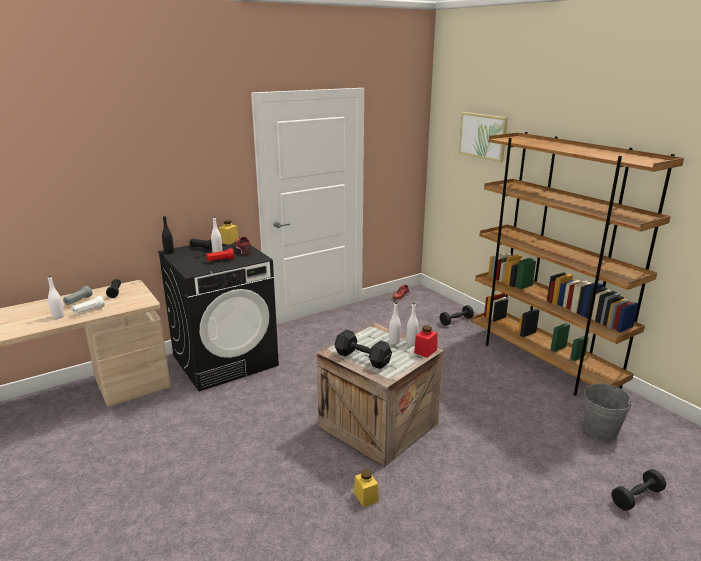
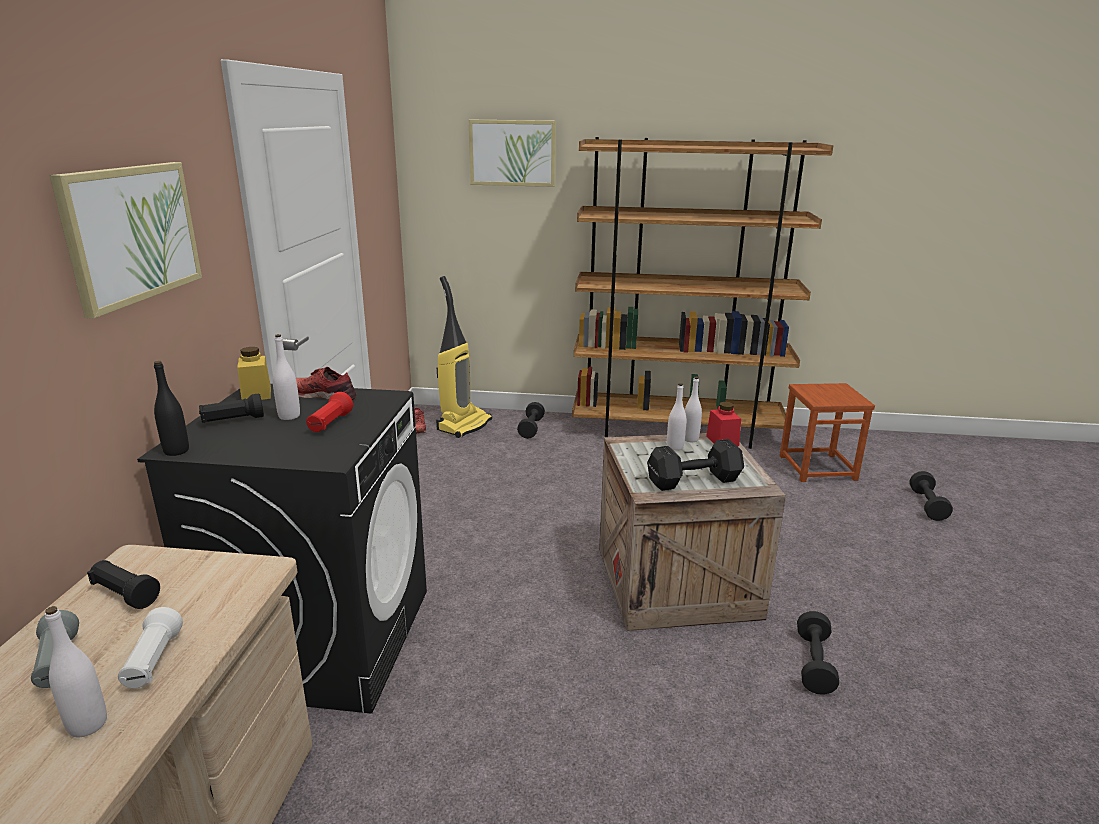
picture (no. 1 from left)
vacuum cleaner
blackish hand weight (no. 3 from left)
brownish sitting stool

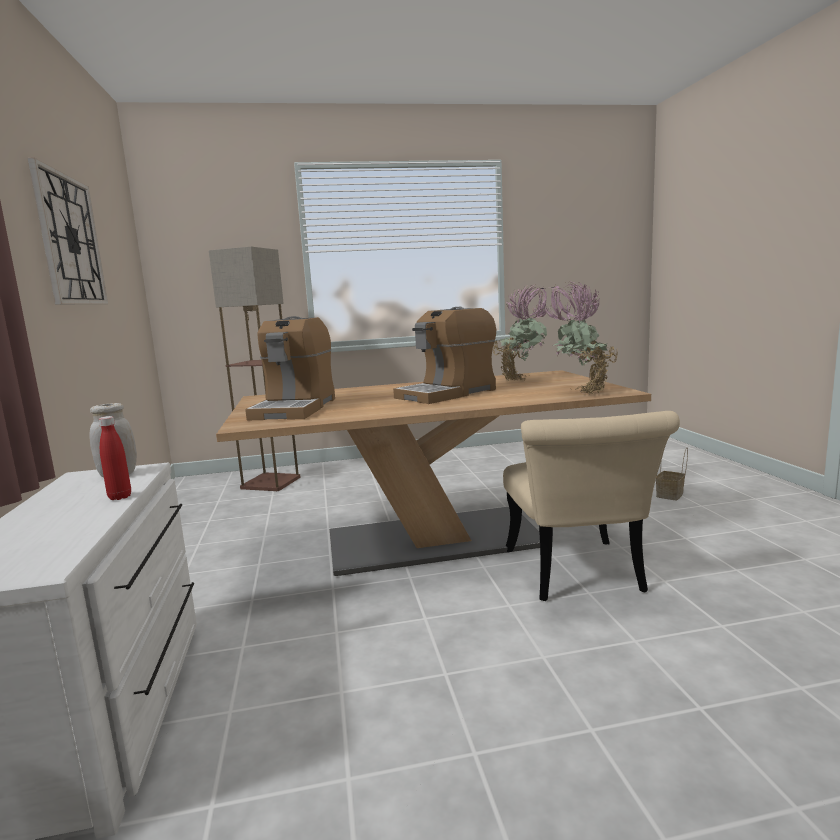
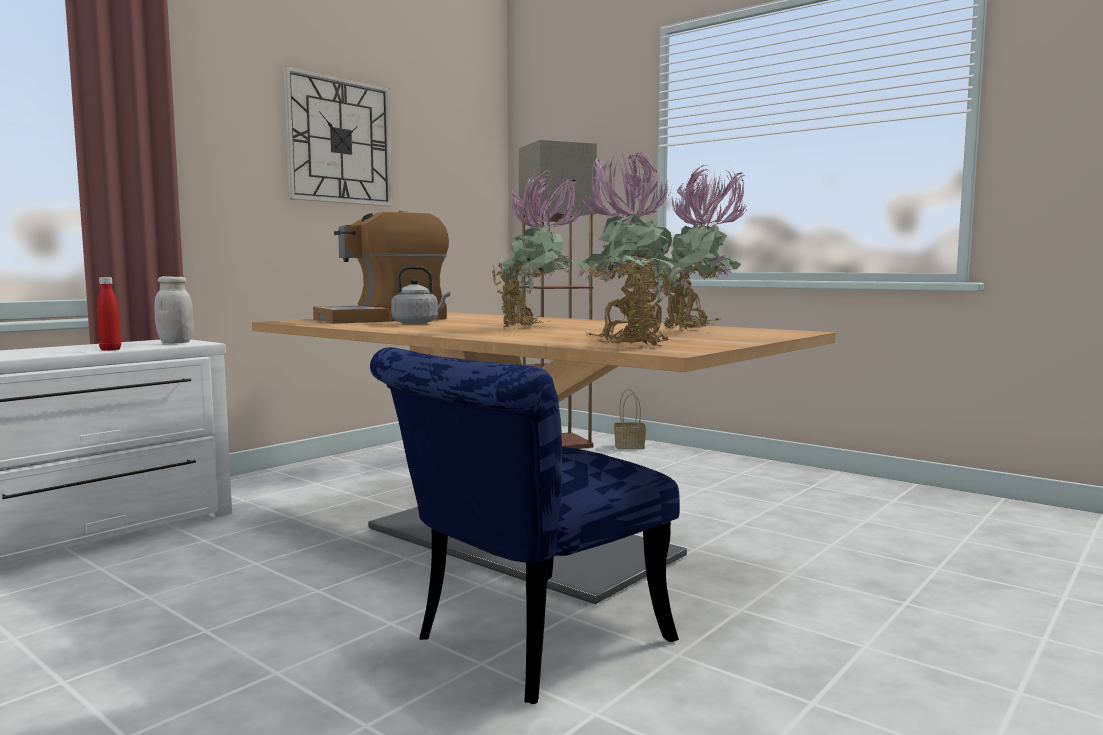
gray water kettle
storage basket
potted plant (no. 1 from left)
blue plain chair

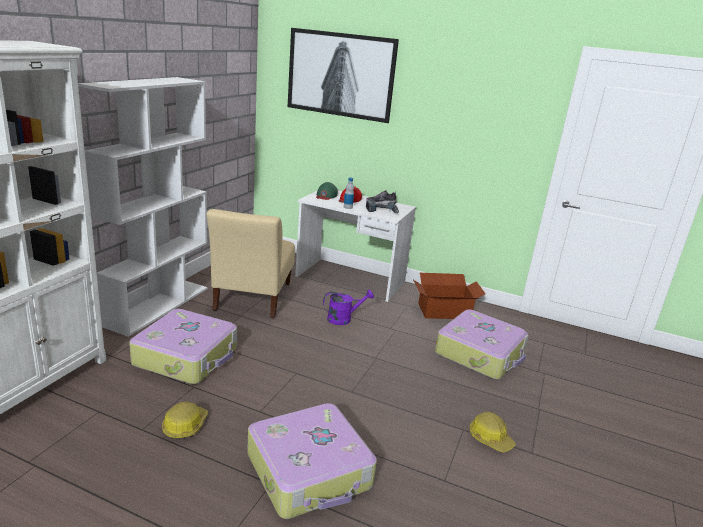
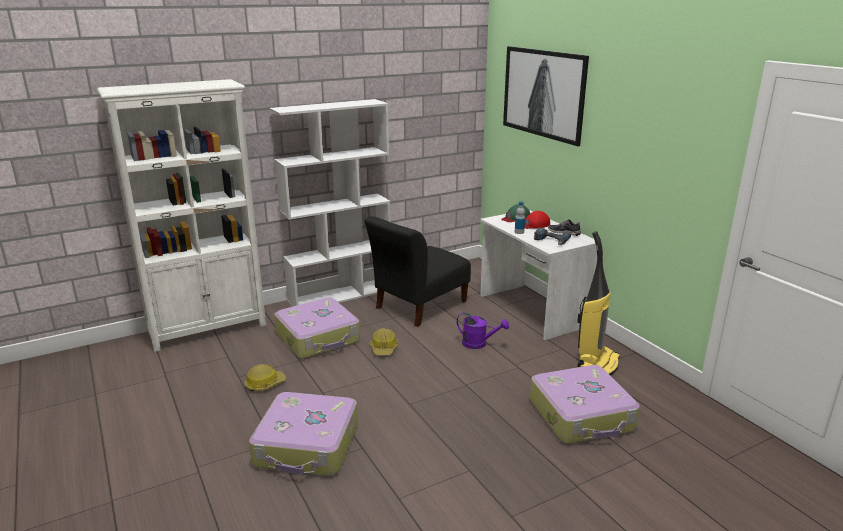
work helmet (no. 2 from left)
vacuum cleaner
blackish plain chair

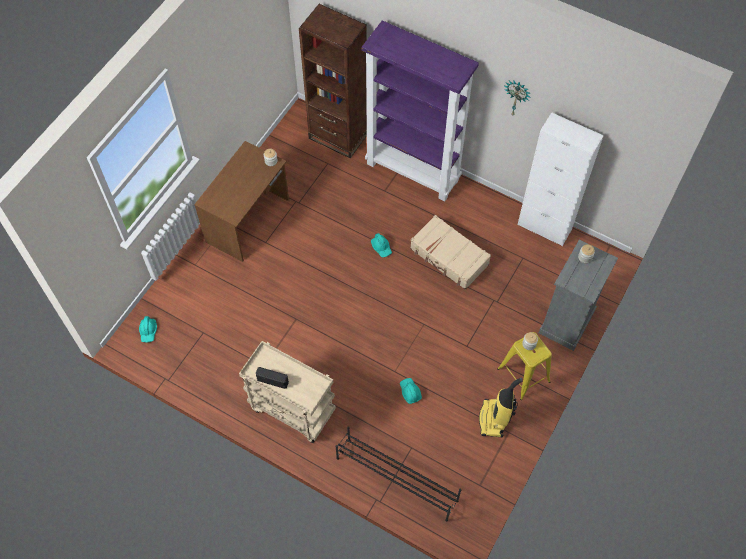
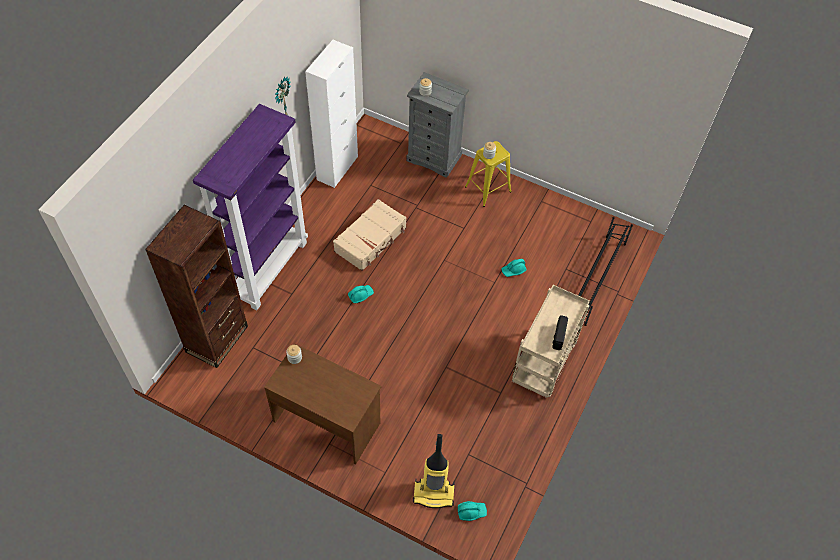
vacuum cleaner

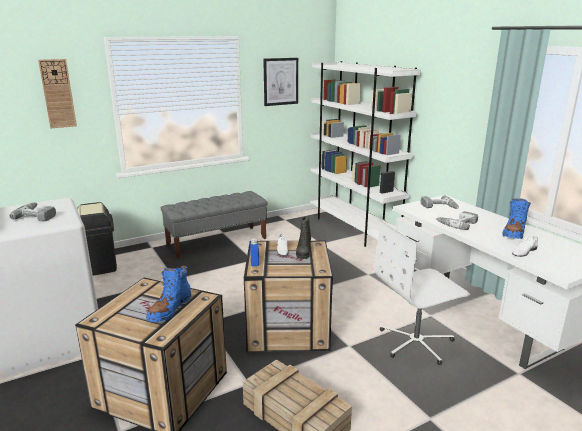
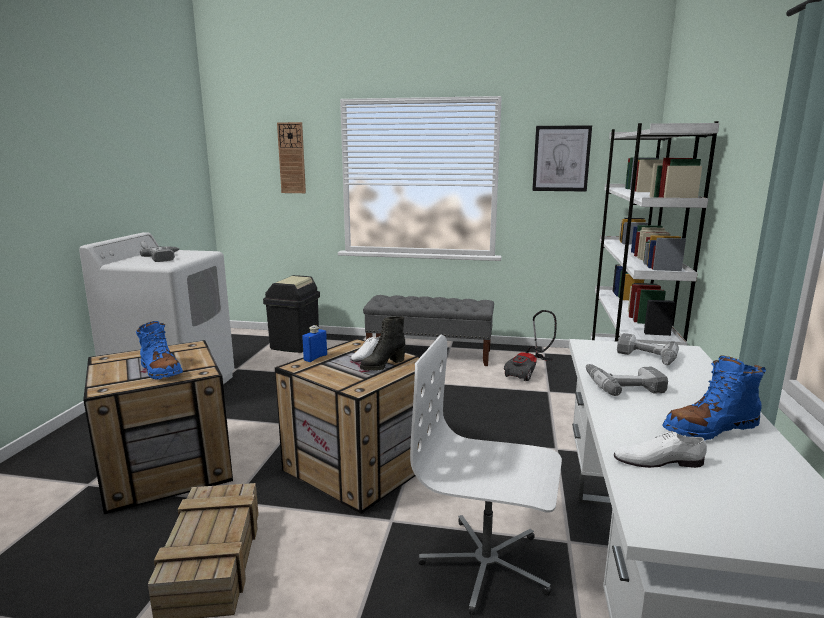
vacuum cleaner
blue high-top boot (no. 1 from left)

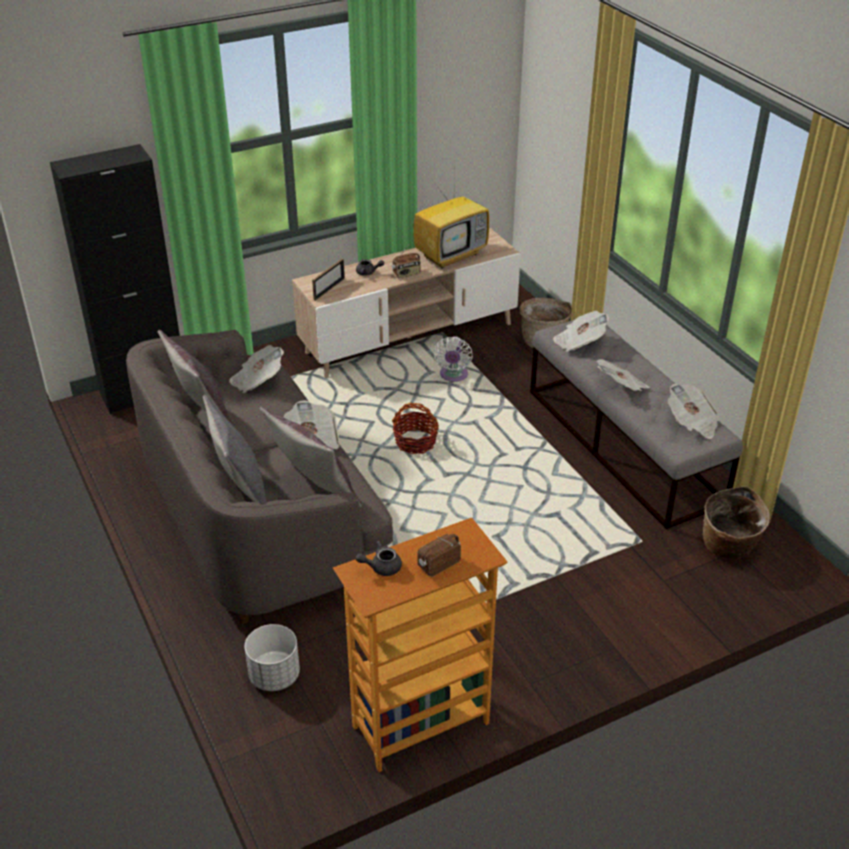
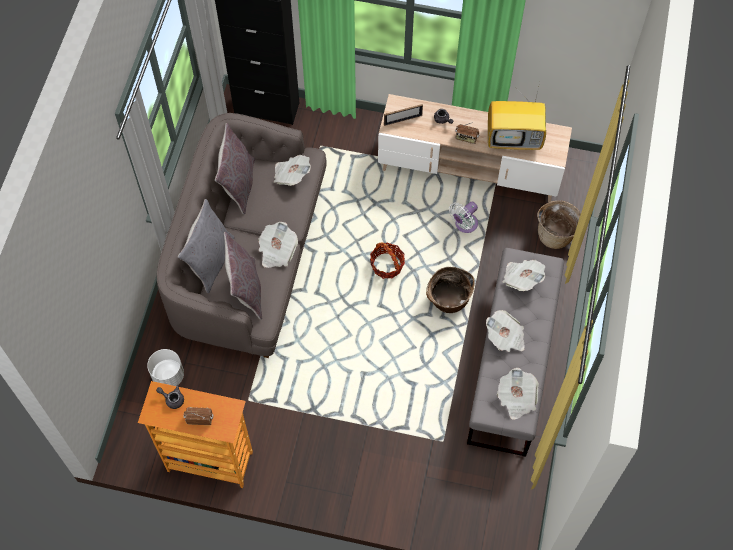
storage basket (no. 2 from left)

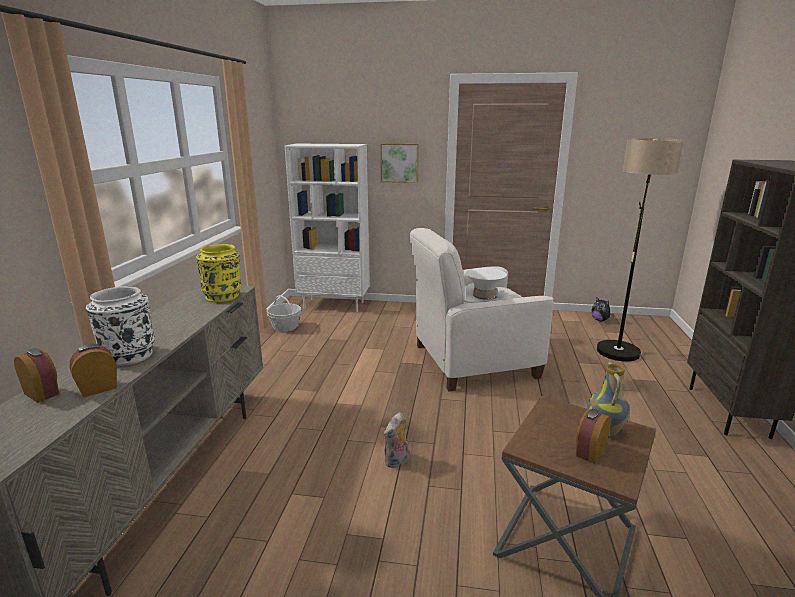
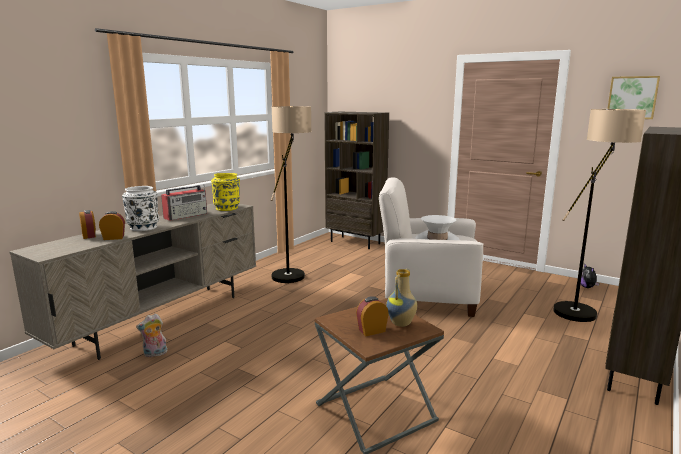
storage basket
radio
standard lamp (no. 1 from left)
picture
plush toy (no. 1 from left)
brownish shelving unit (no. 1 from left)

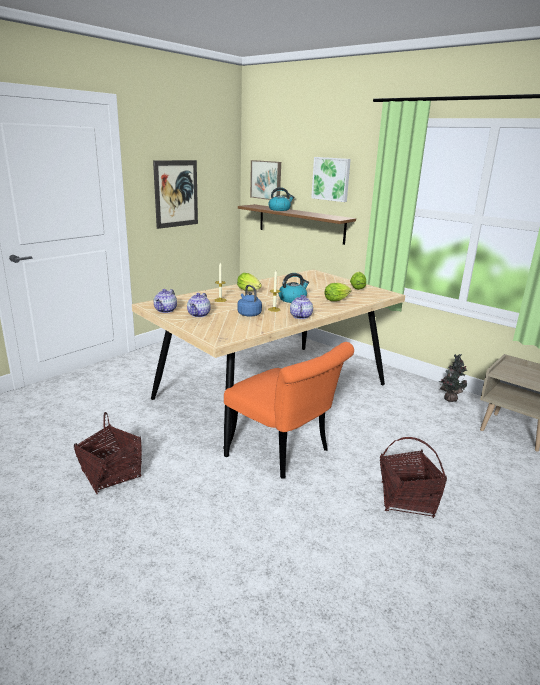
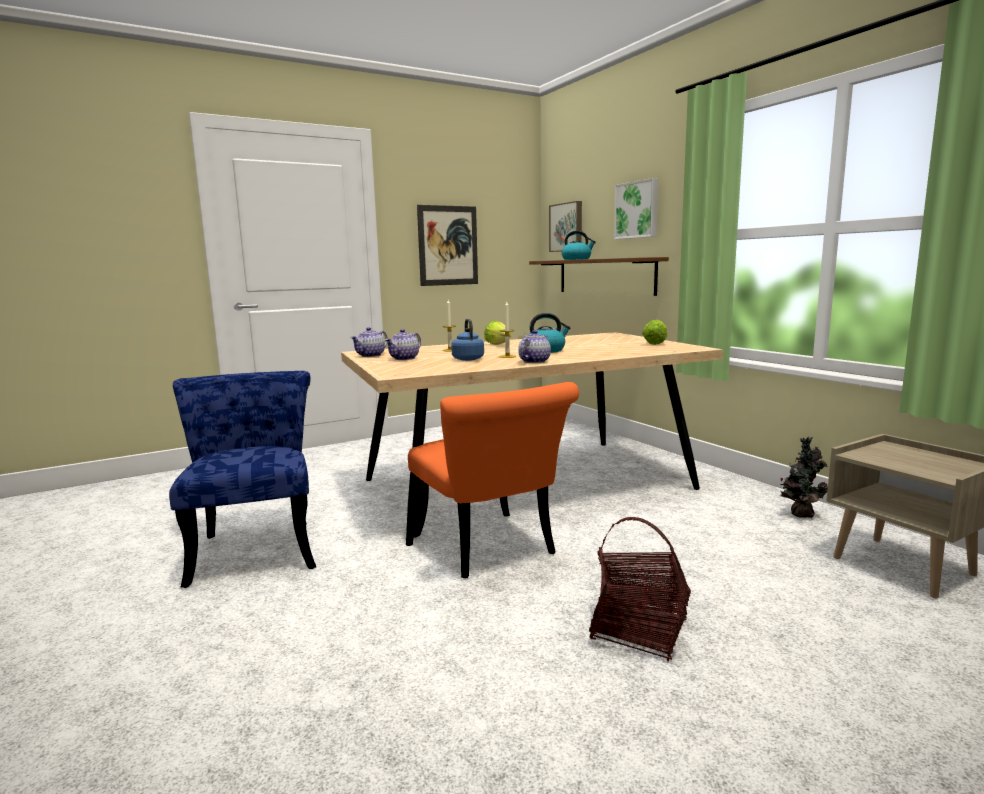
lettuce (no. 2 from left in the first image)
blue plain chair

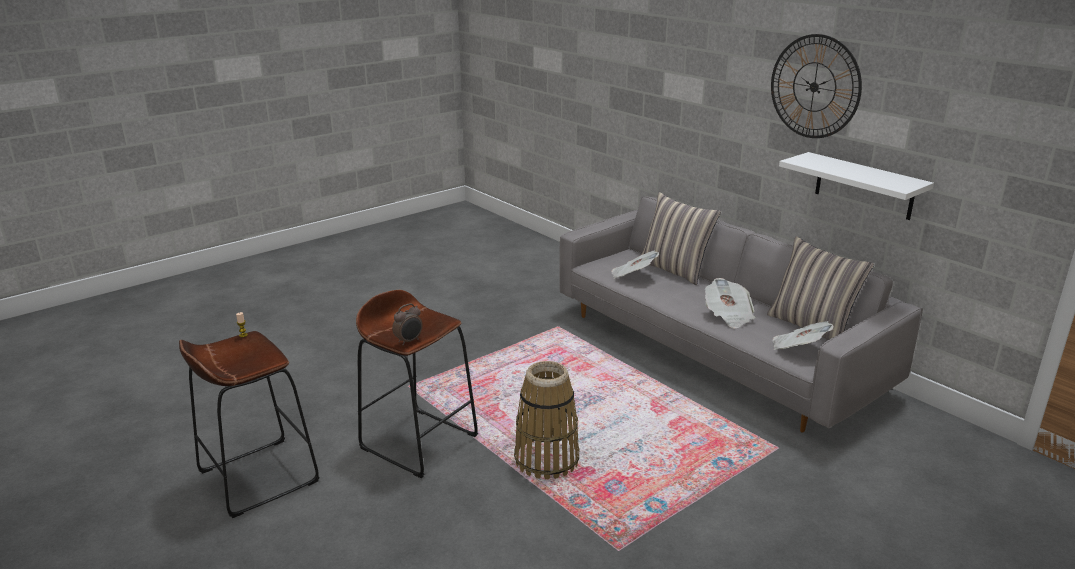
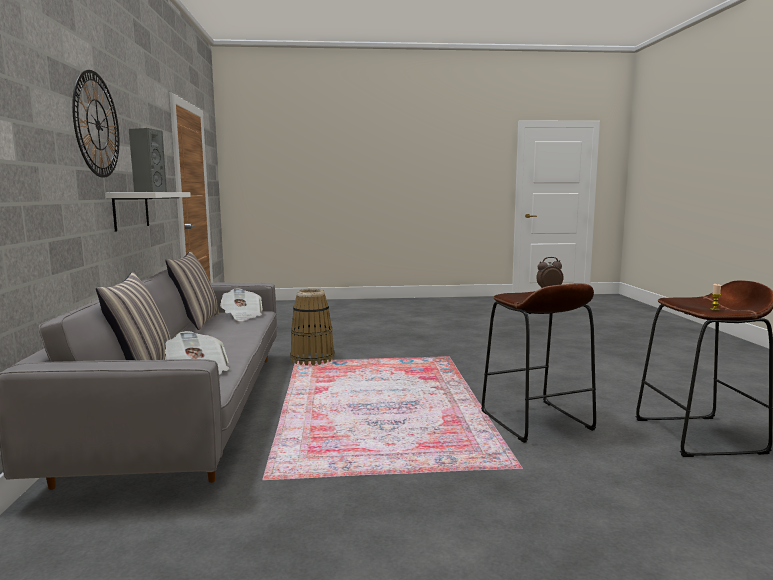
newspaper (no. 2 from left in the first image)
gray loudspeaker
storage basket

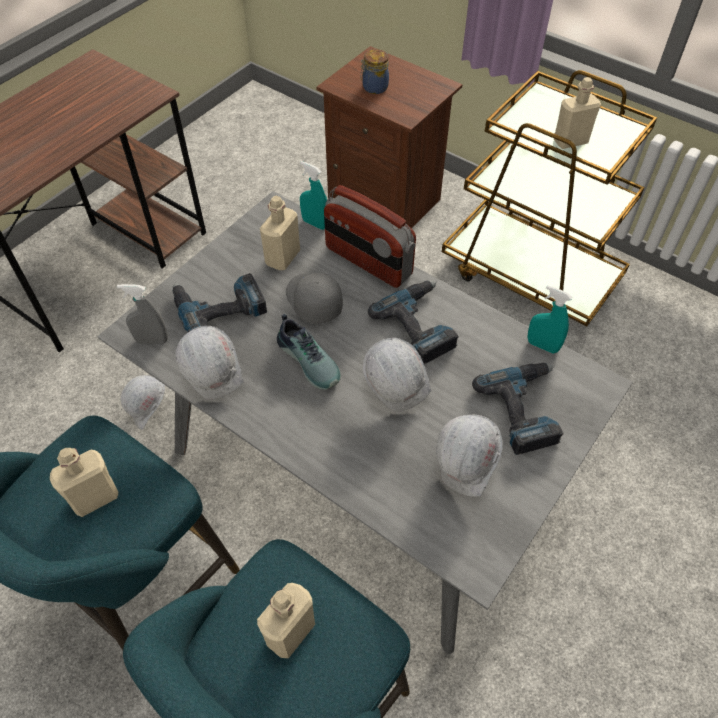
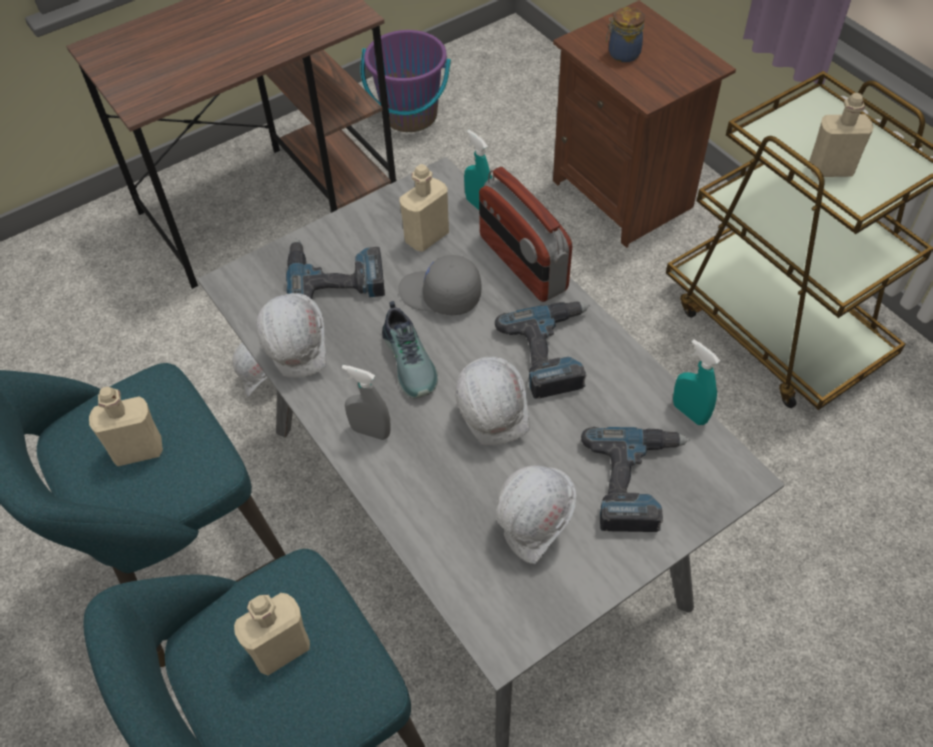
purple pail
gray spray bottle
gray cap

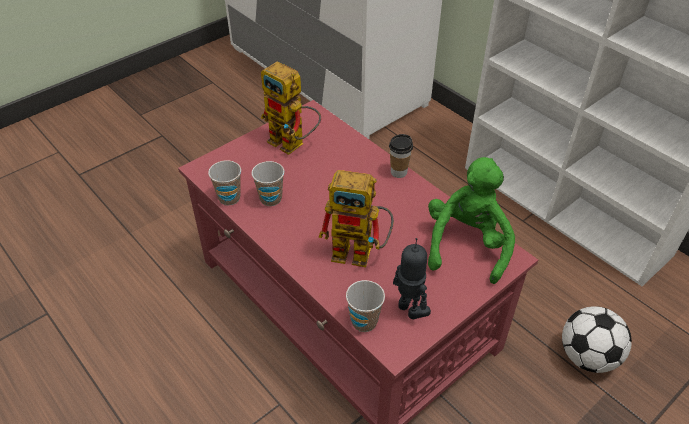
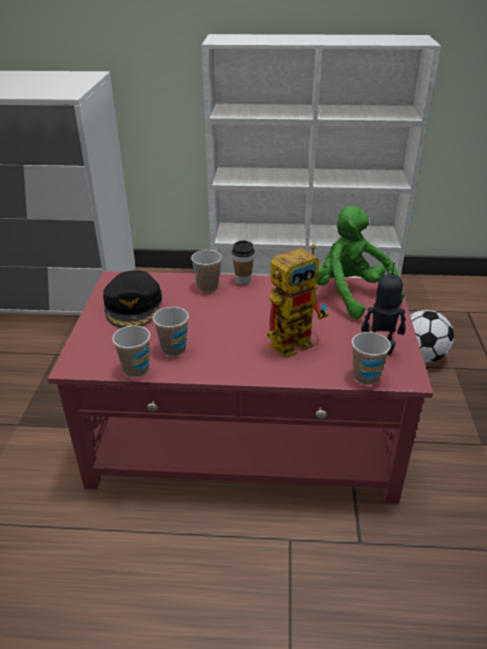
drinking cup (no. 3 from left)
blackish cap

